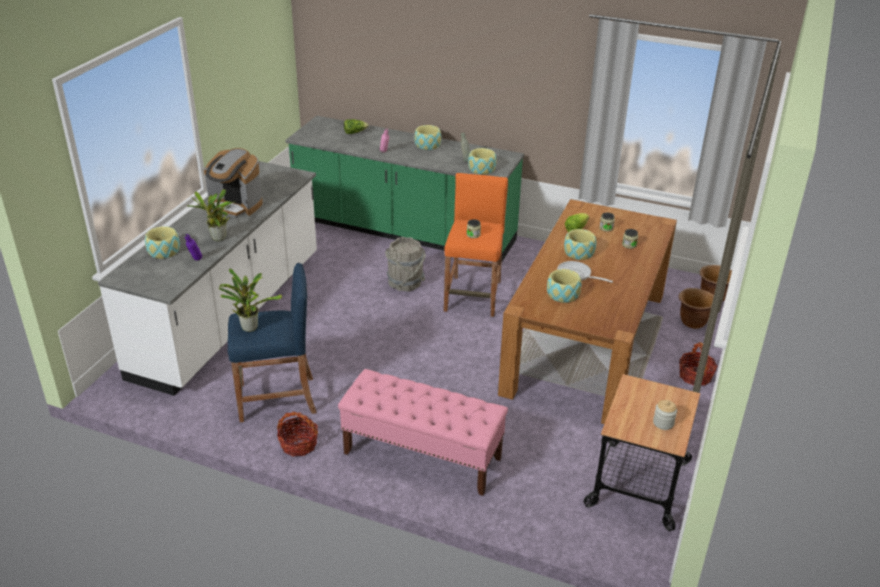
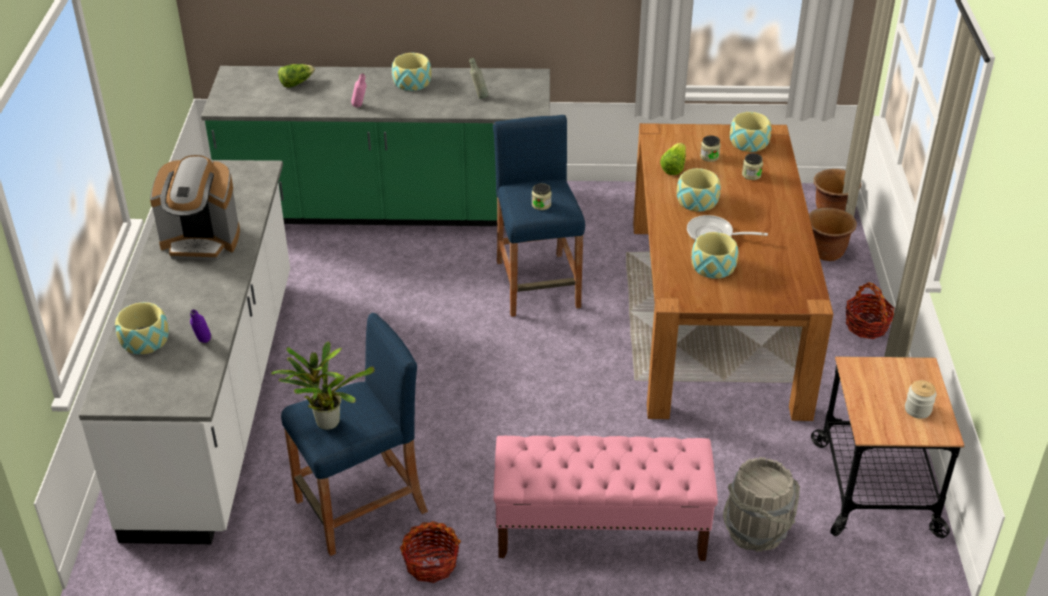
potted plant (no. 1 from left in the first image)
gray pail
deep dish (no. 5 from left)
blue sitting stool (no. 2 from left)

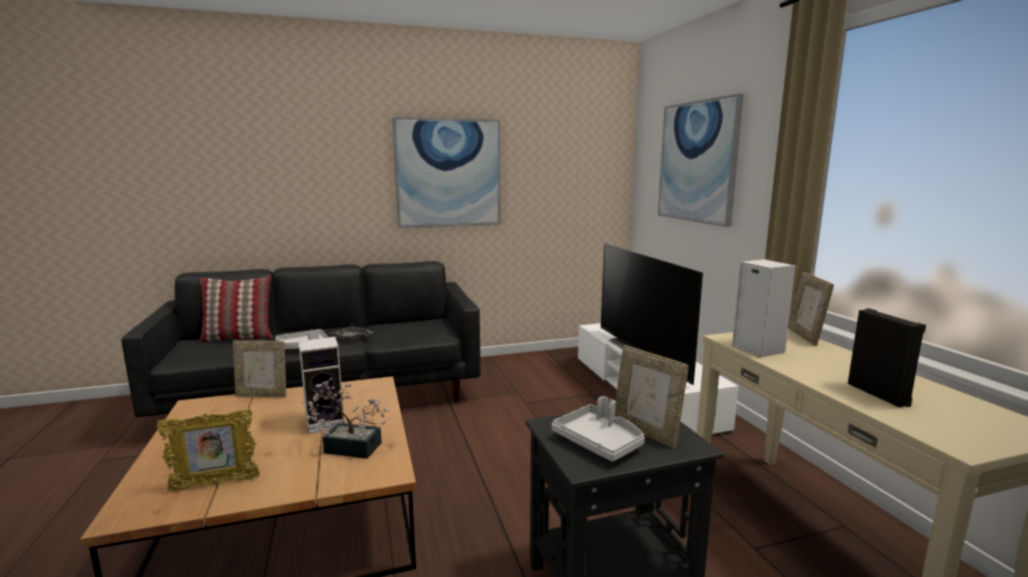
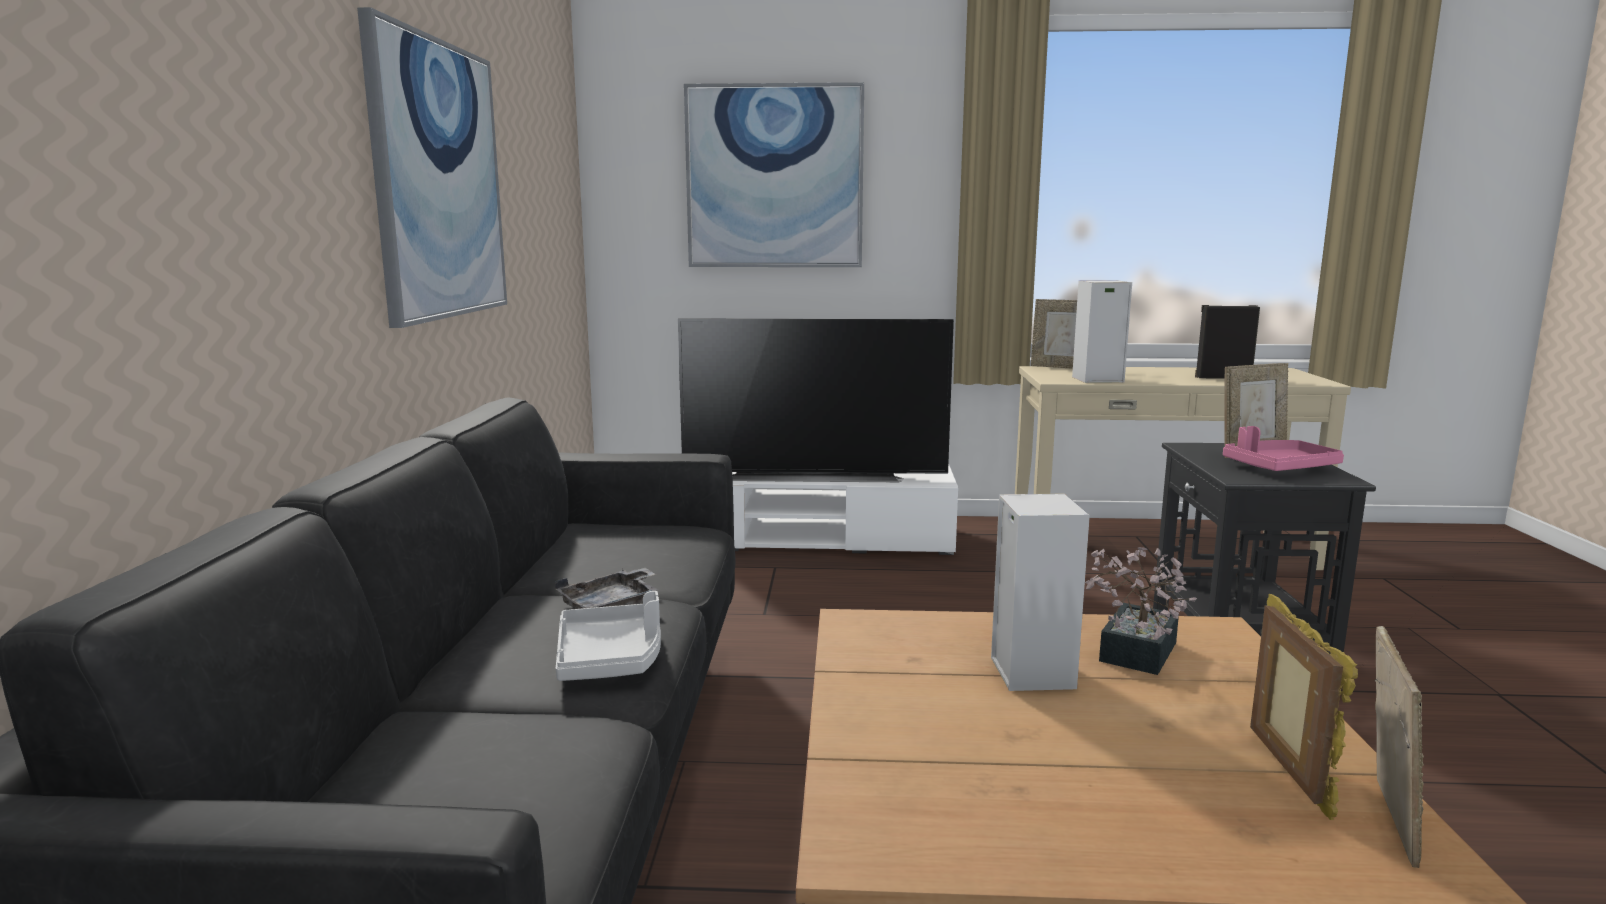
throw pillow
picture frame (no. 4 from left)
pink-coloured carrying tray

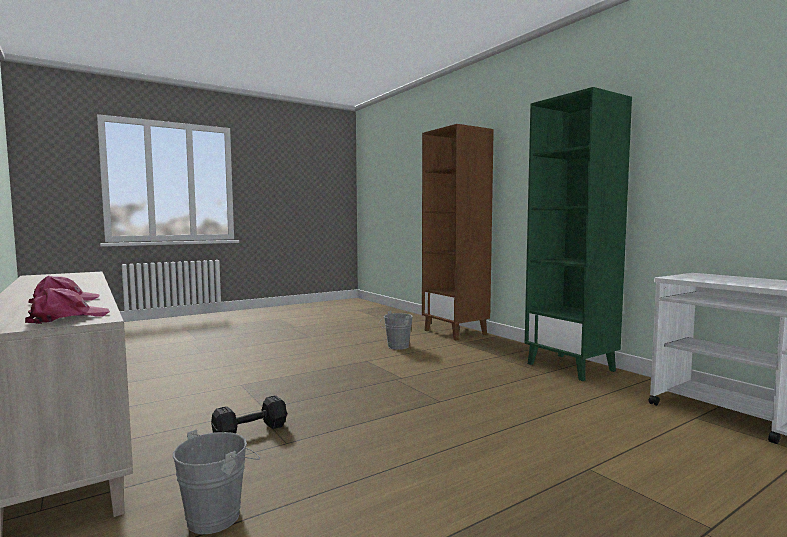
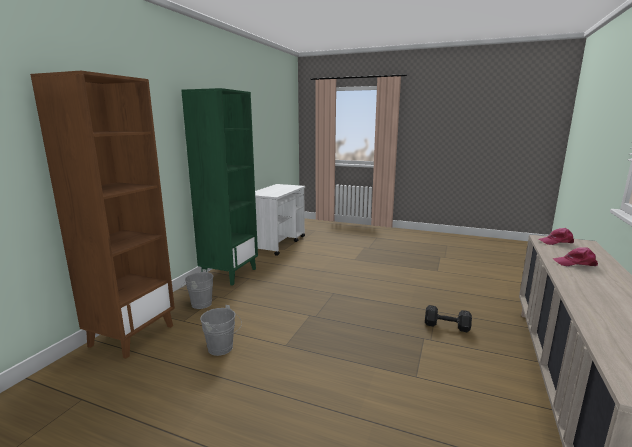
gray pail (no. 1 from left)

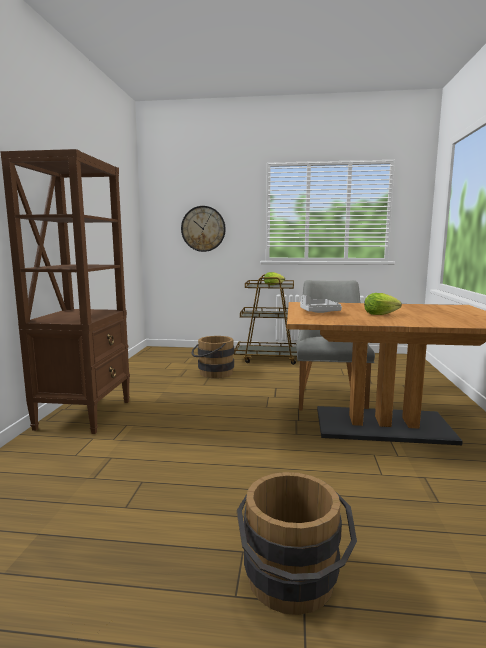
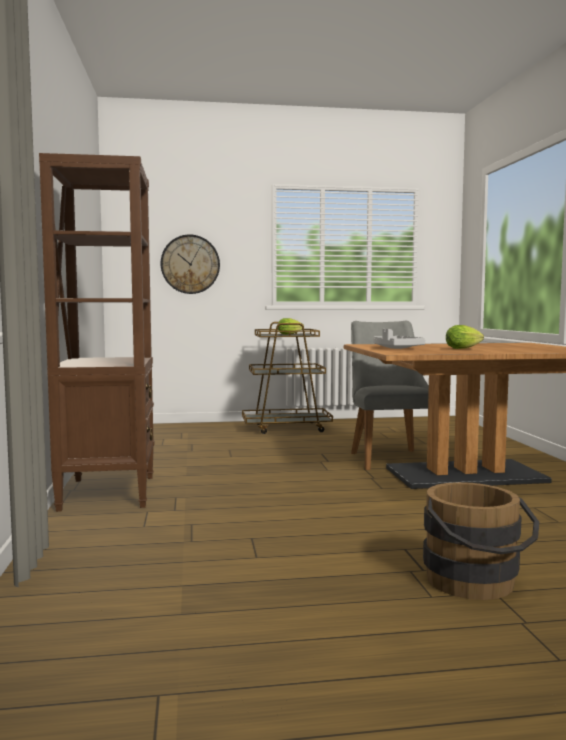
brownish pail (no. 1 from left in the first image)

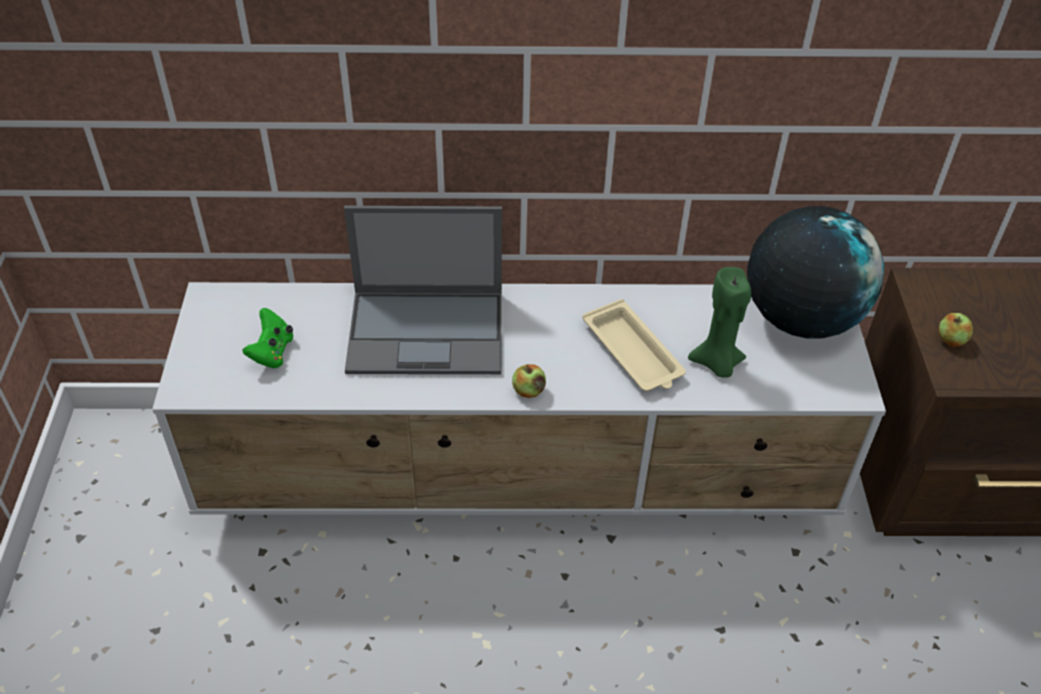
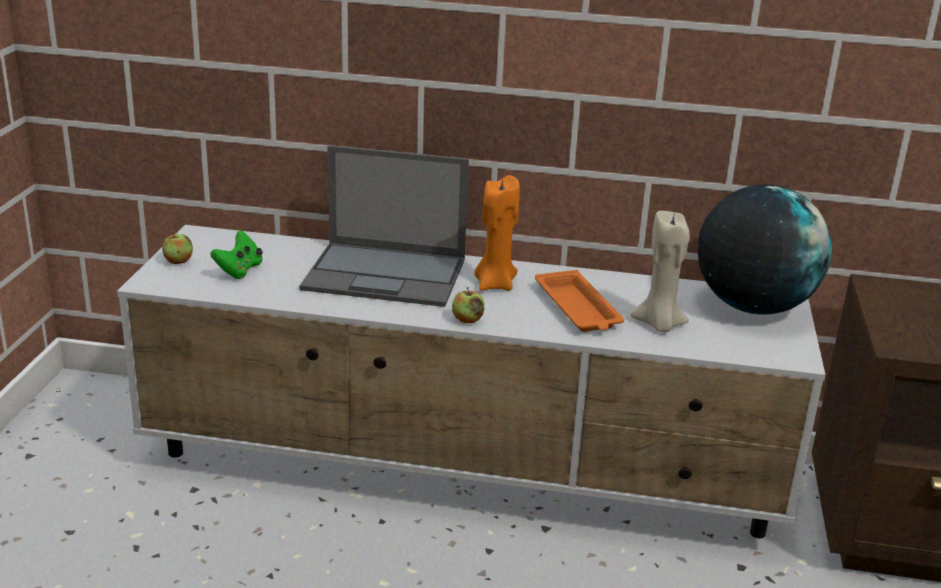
orange-coloured candle
apple (no. 1 from left)
orange-coloured carrying tray
sand-coloured candle

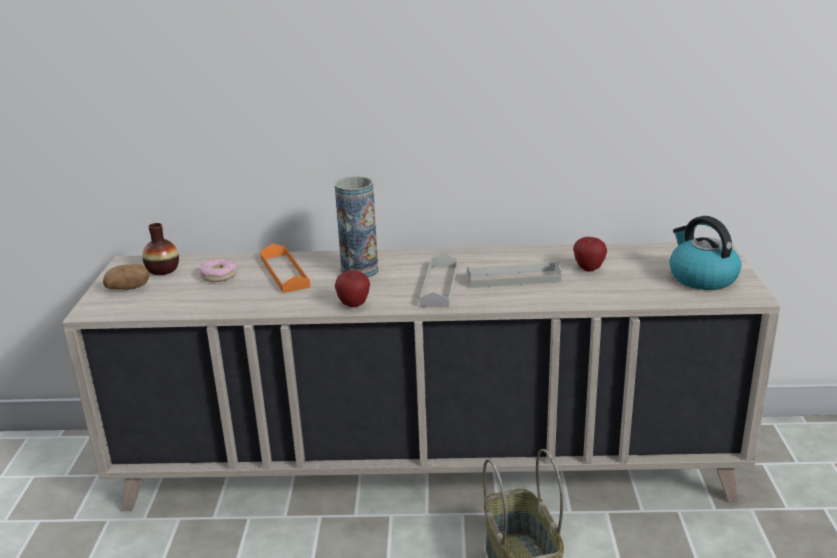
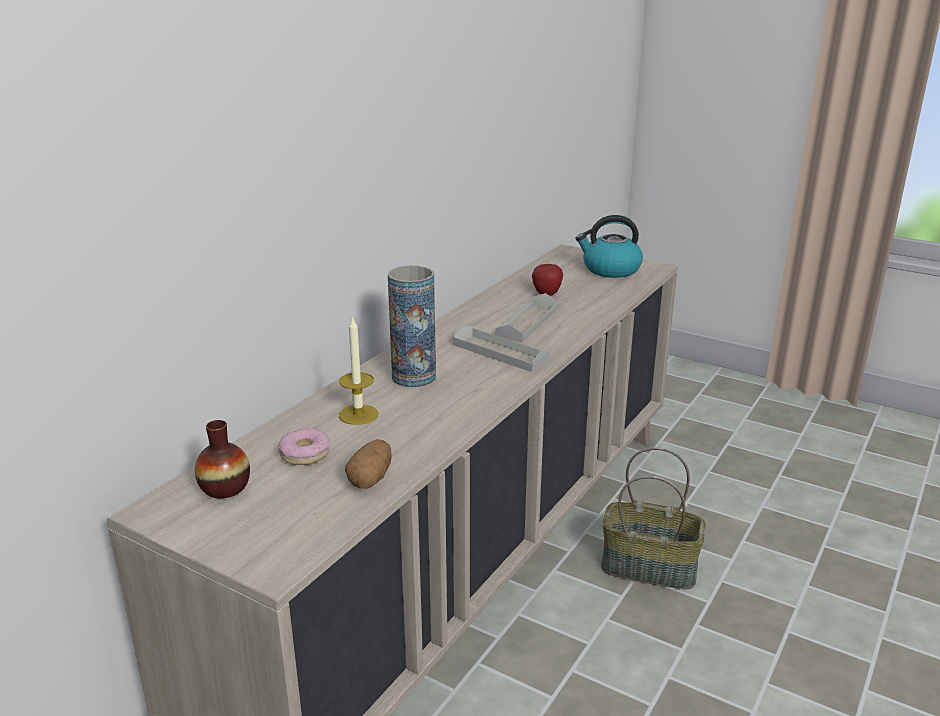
apple (no. 1 from left in the first image)
whole potato
candle

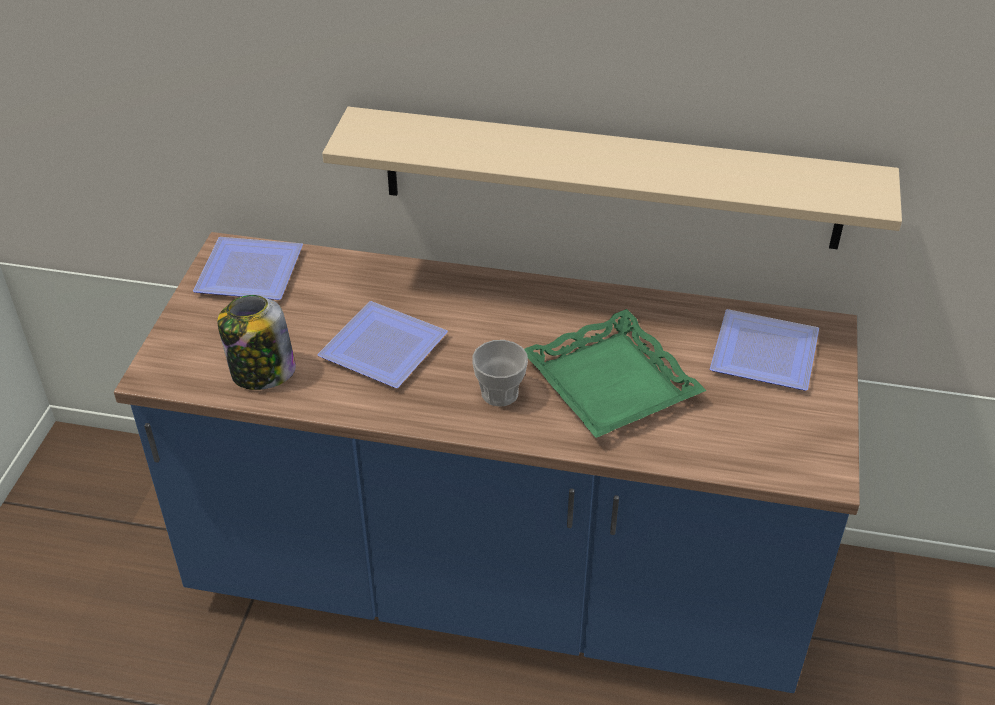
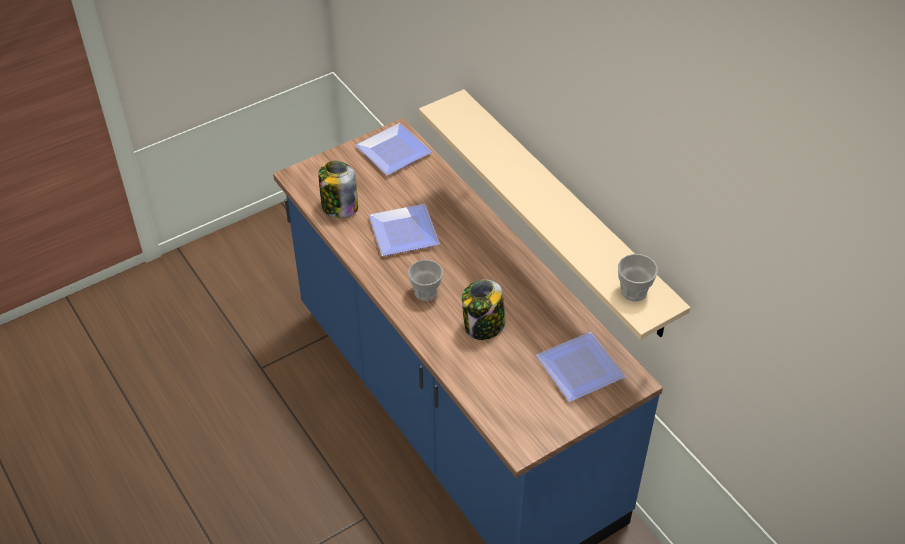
drinking cup (no. 2 from left)
preserve jar (no. 2 from left)

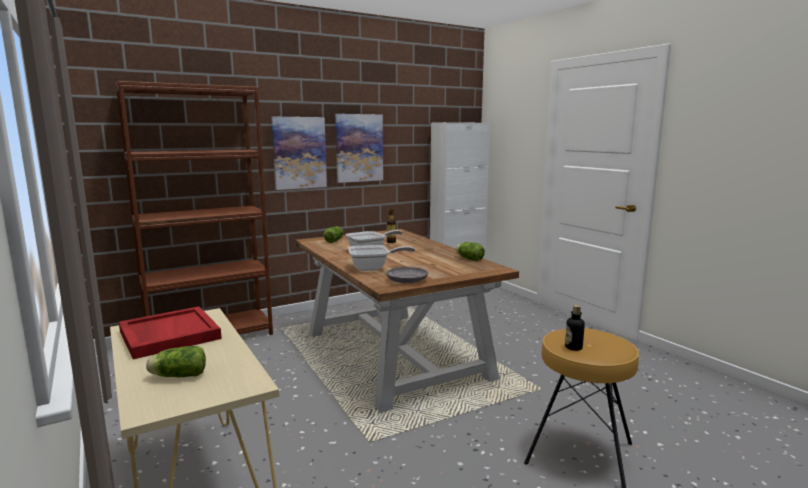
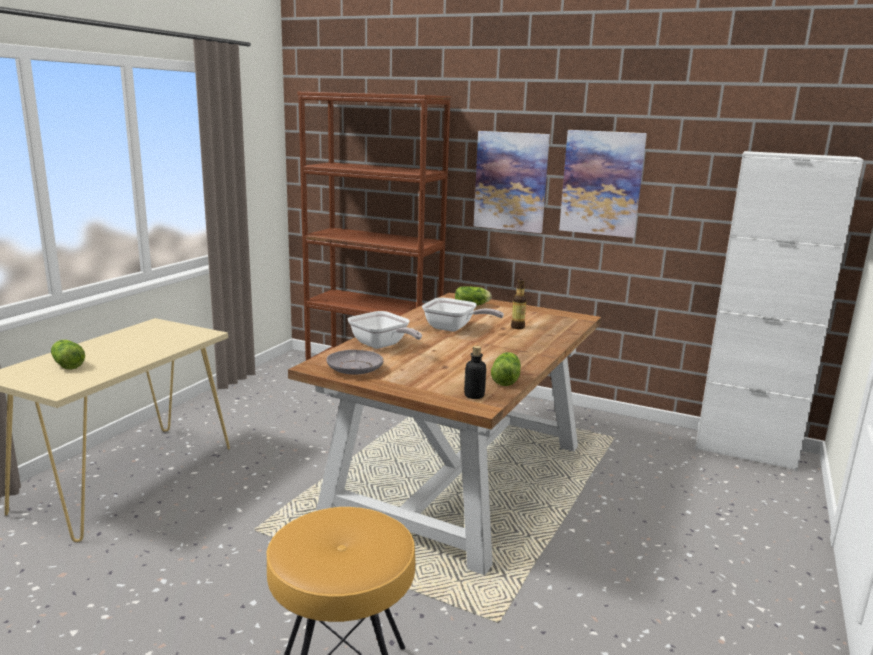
red carrying tray
bottle (no. 1 from left)

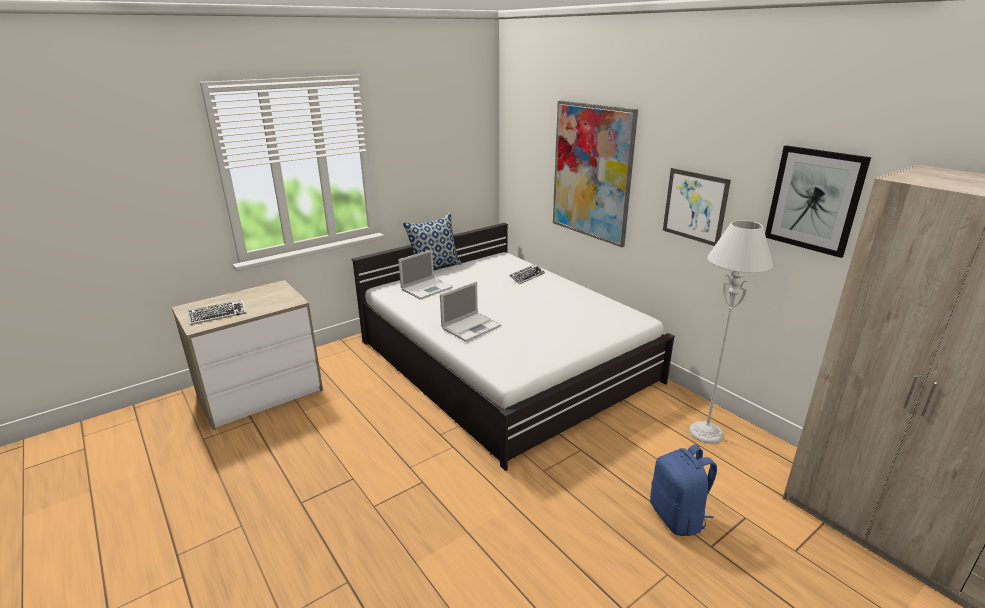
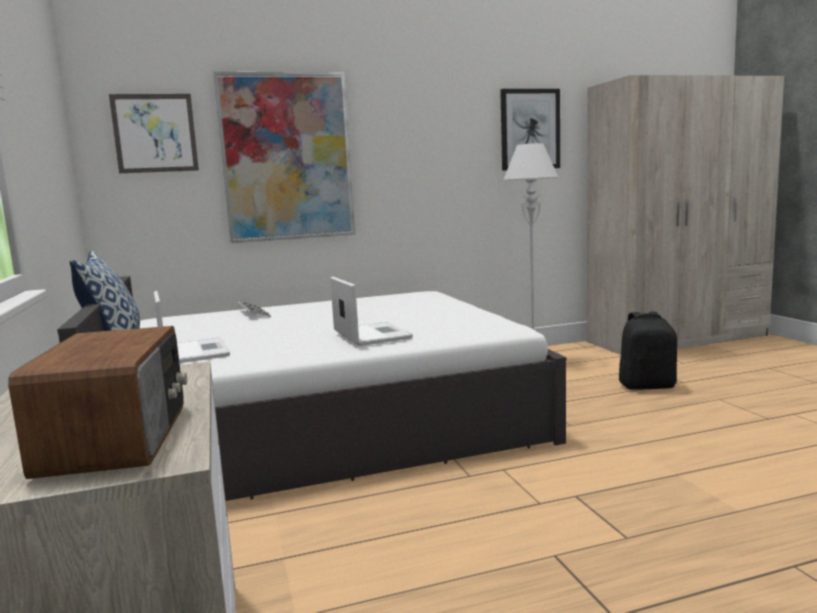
picture (no. 1 from left)
radio
blackish rucksack

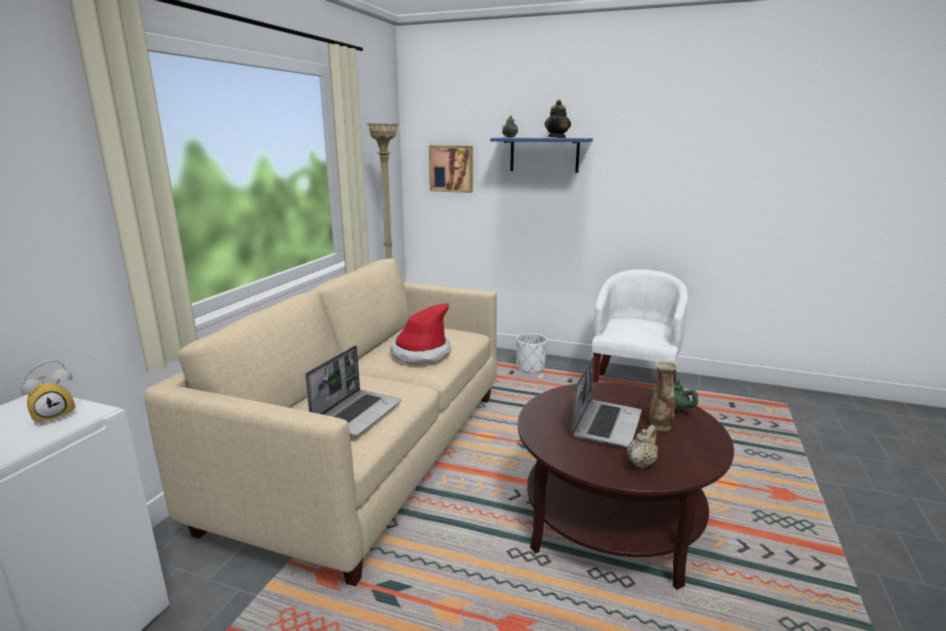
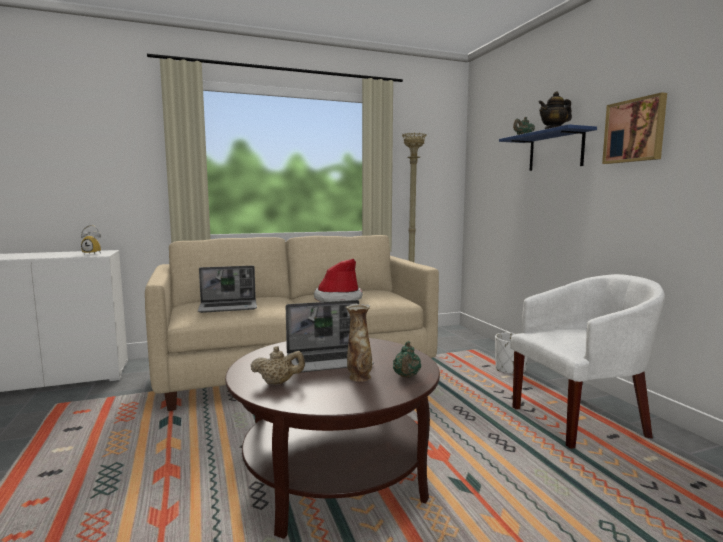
picture

